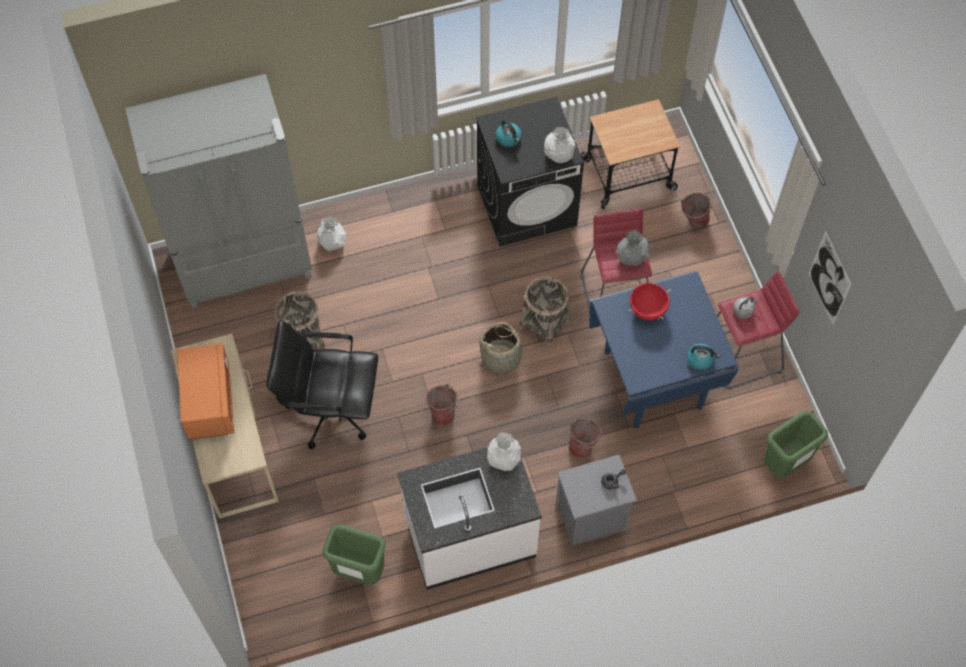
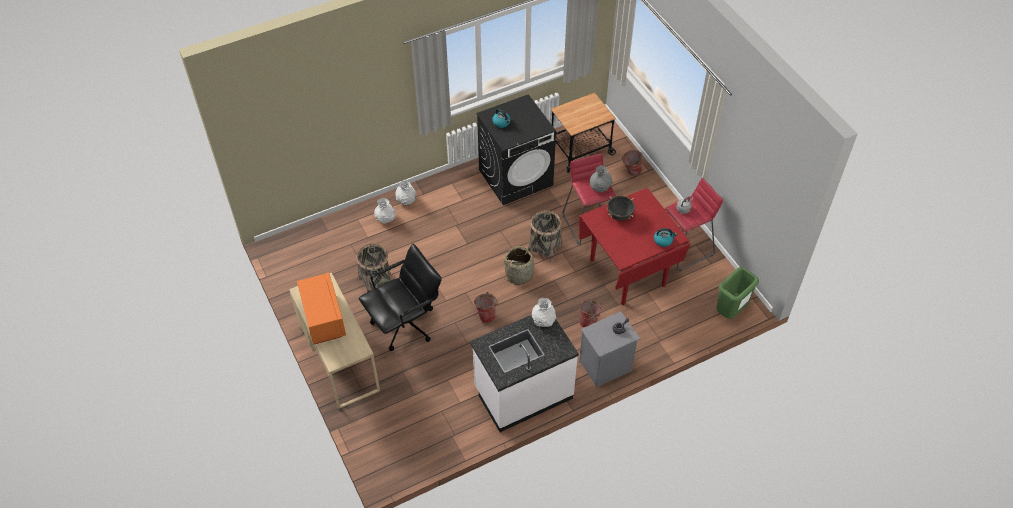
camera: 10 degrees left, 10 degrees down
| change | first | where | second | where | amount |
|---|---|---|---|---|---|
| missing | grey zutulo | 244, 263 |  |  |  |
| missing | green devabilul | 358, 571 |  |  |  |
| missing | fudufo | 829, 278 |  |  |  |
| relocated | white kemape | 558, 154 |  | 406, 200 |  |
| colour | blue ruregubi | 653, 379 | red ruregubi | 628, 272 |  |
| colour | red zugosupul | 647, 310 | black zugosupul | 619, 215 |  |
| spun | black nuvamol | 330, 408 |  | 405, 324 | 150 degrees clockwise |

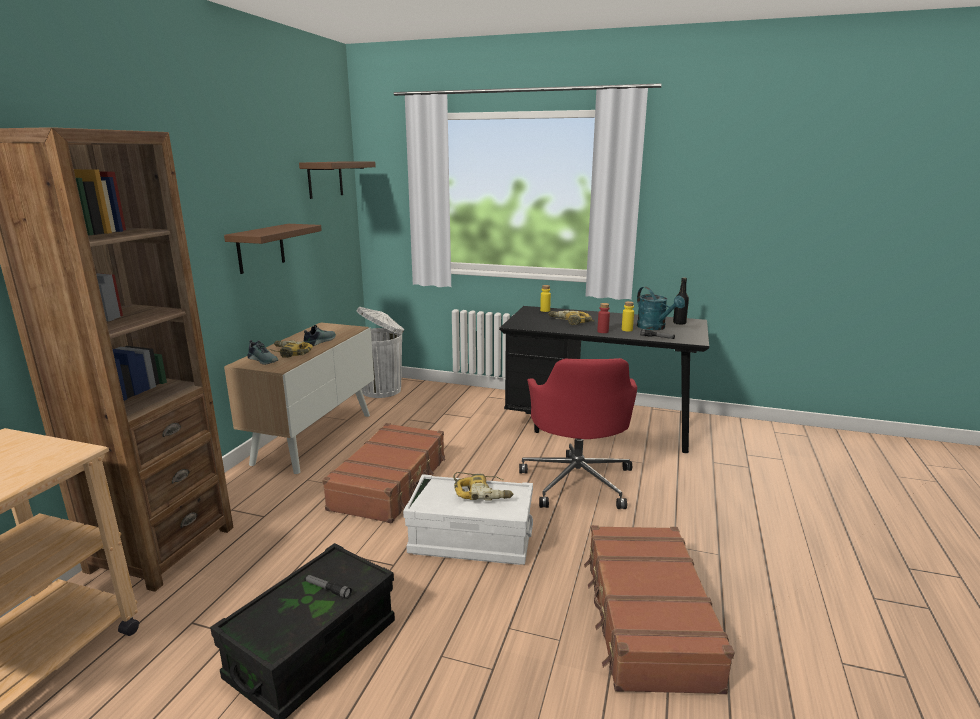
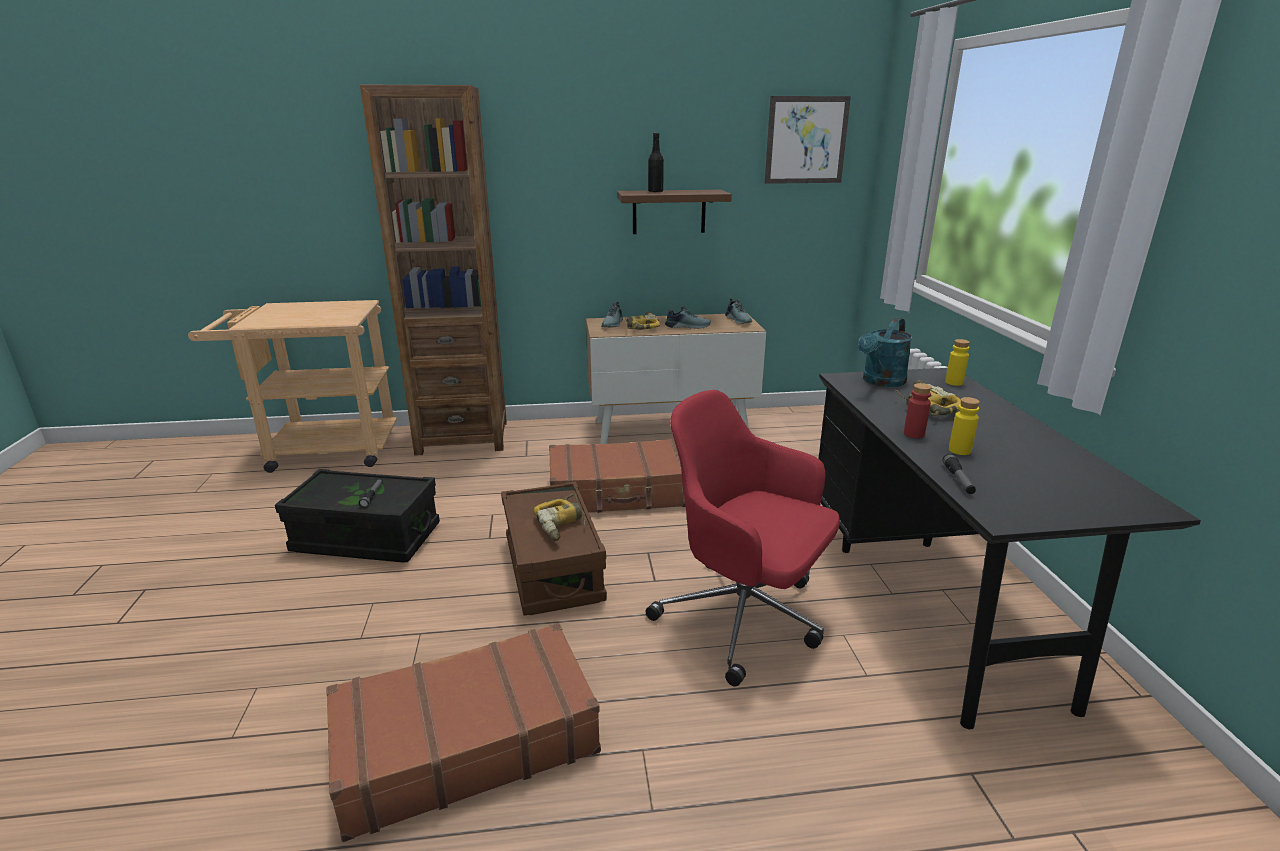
camera: 65 degrees right, 5 degrees up
| change | first | where | second | where | amount |
|---|---|---|---|---|---|
| missing | white devabilul | 383, 390 |  |  |  |
| appeared |  |  | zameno | 739, 320 |  |
| relocated | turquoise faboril | 655, 328 |  | 881, 382 |  |
| relocated | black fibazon | 679, 323 |  | 655, 191 |  |
| exchanged | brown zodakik | 325, 179 | fudufo | 806, 140 |  |
| colour | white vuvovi | 471, 540 | brown vuvovi | 553, 569 |  |
| spun | red nuvamol | 577, 481 |  | 744, 617 | 60 degrees clockwise |

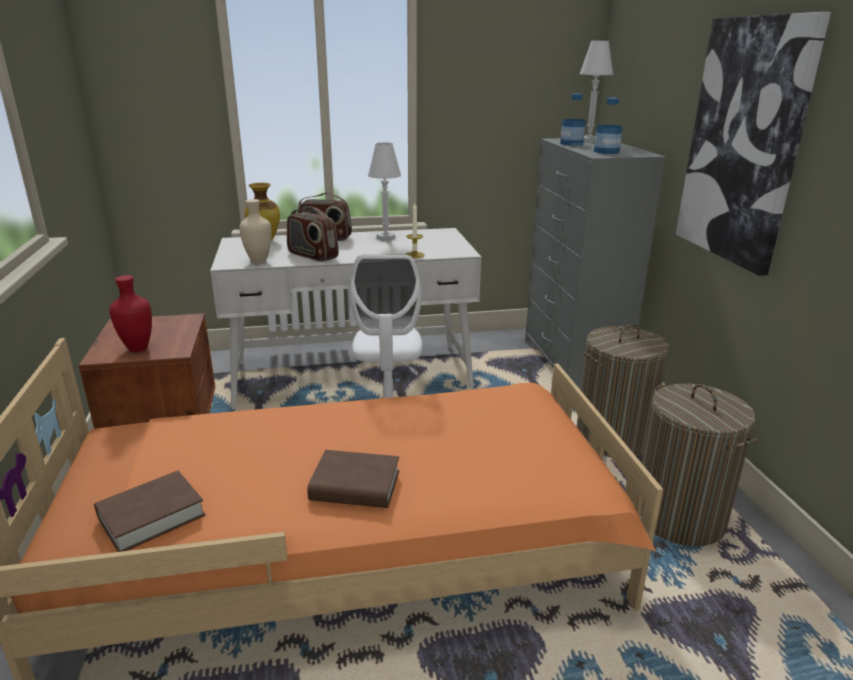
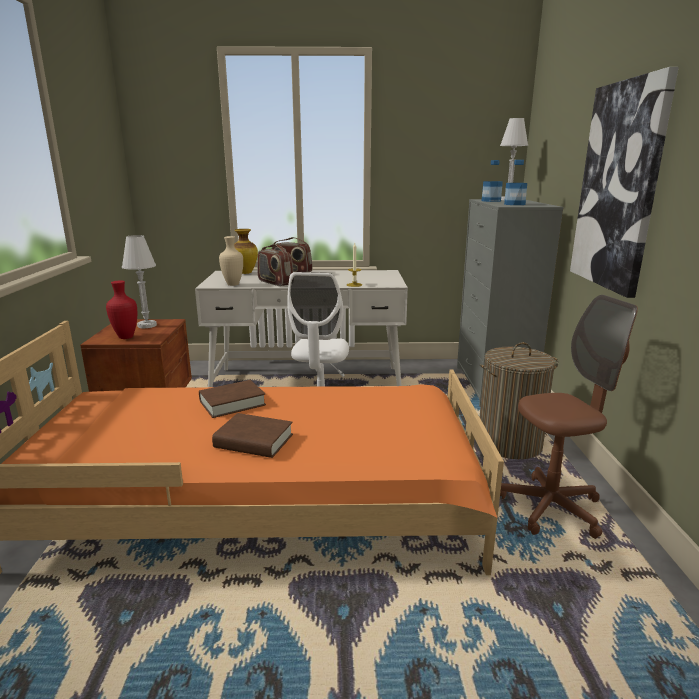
camera: 10 degrees right, 5 degrees down
| change | first | where | second | where | amount |
|---|---|---|---|---|---|
| relocated | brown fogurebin | 151, 516 |  | 232, 403 |  |
| relocated | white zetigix | 385, 237 |  | 147, 325 |  |
| exchanged | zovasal | 679, 517 | brown nuvamol | 551, 508 |  |

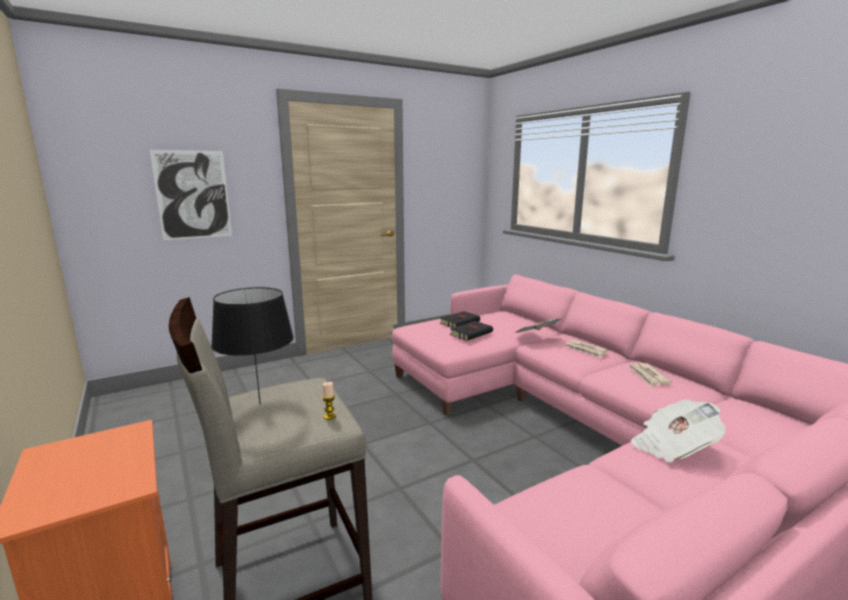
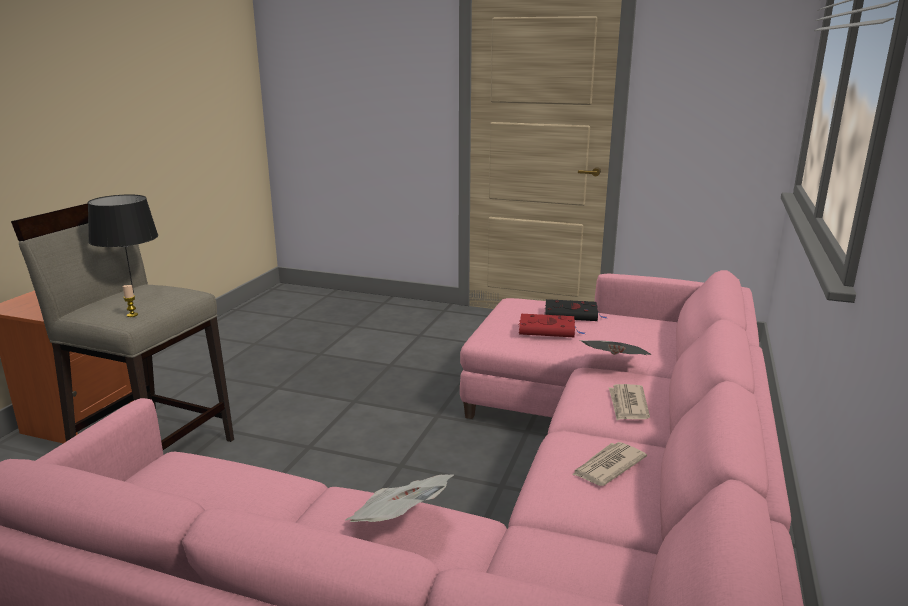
camera: 50 degrees right, 5 degrees up
| change | first | where | second | where | amount |
|---|---|---|---|---|---|
| missing | fudufo | 193, 195 |  |  |  |
| colour | black fogurebin | 472, 333 | red fogurebin | 548, 330 |  |

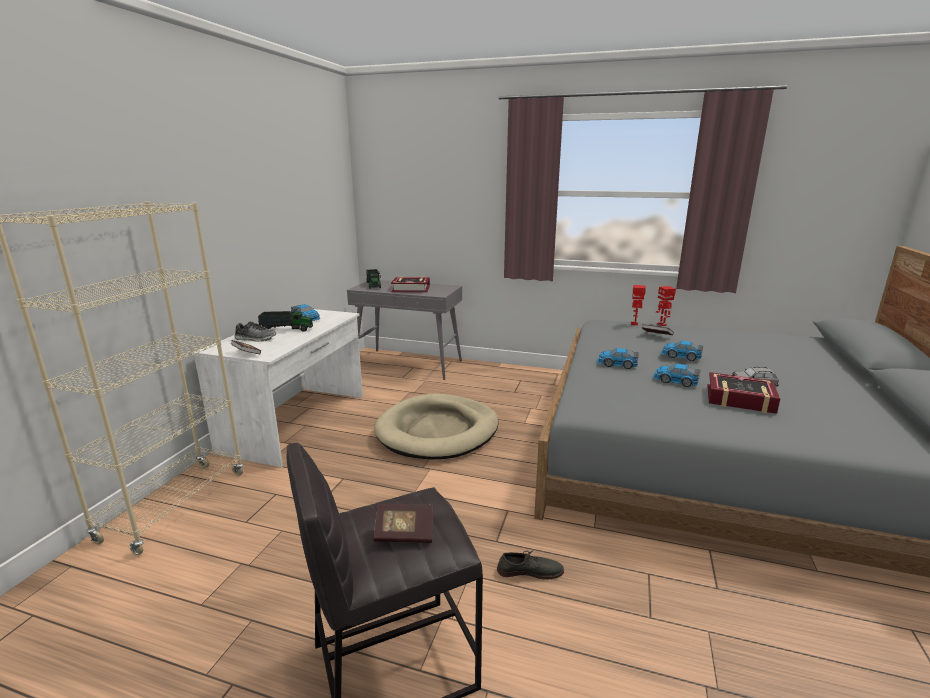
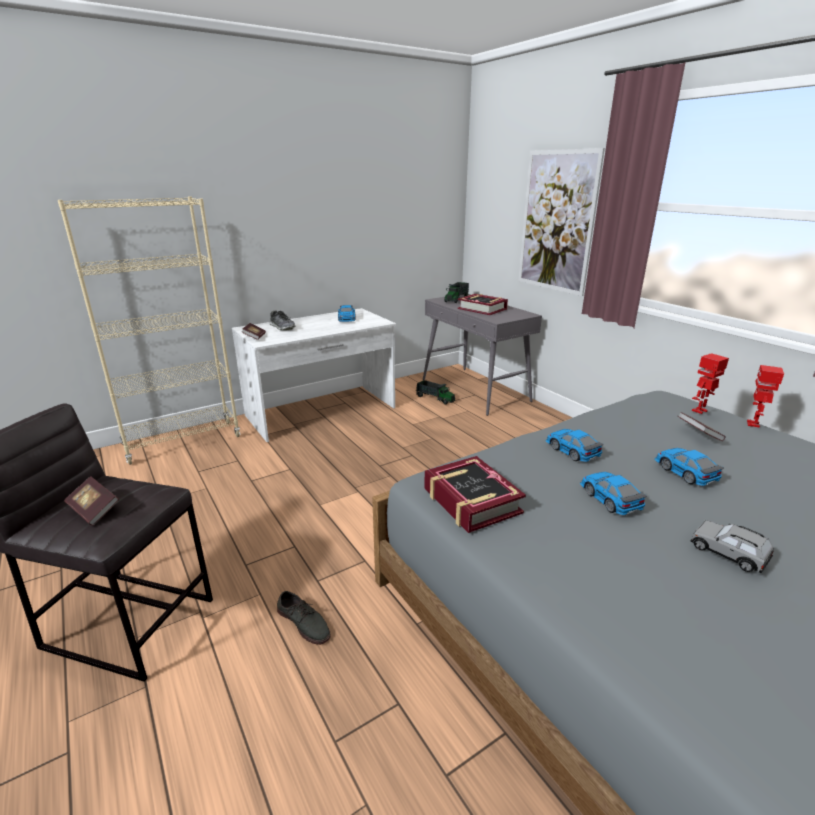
camera: 40 degrees right, 5 degrees up
| change | first | where | second | where | amount |
|---|---|---|---|---|---|
| missing | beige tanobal | 438, 431 |  |  |  |
| appeared |  |  | fudufo | 557, 222 |  |
| relocated | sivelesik | 286, 329 |  | 435, 398 |  |
| relocated | fogurebin | 740, 399 |  | 471, 501 |  |

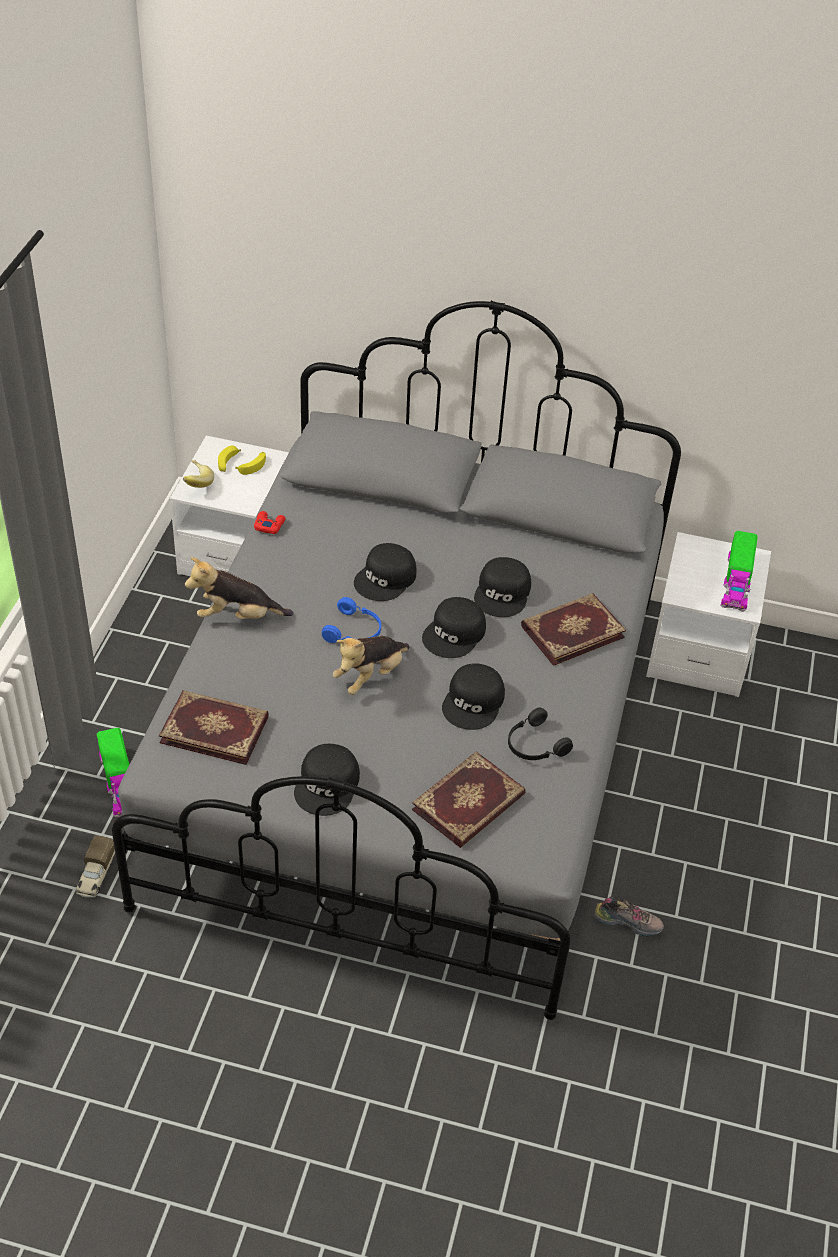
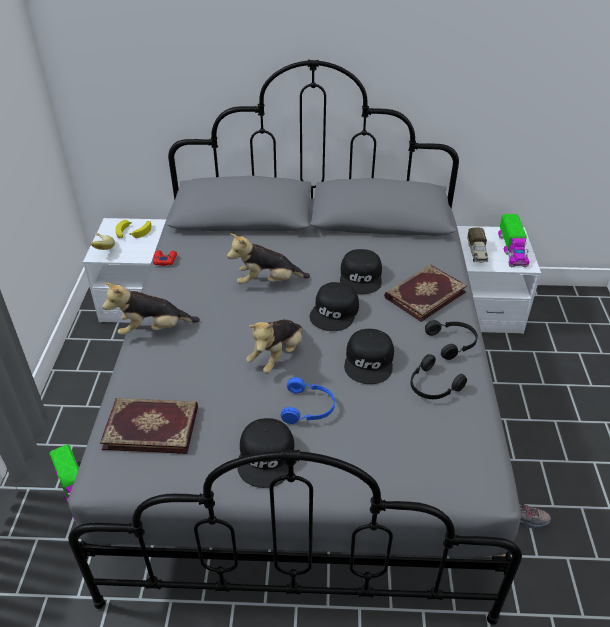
camera: 10 degrees left, 5 degrees down
| change | first | where | second | where | amount |
|---|---|---|---|---|---|
| missing | fogurebin | 469, 803 |  |  |  |
| appeared |  |  | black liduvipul | 453, 343 |  |
| relocated | sivelesik | 96, 875 |  | 477, 253 |  |
| relocated | blue liduvipul | 354, 631 |  | 309, 408 |  |
| exchanged | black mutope | 386, 579 | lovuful | 267, 282 |  |

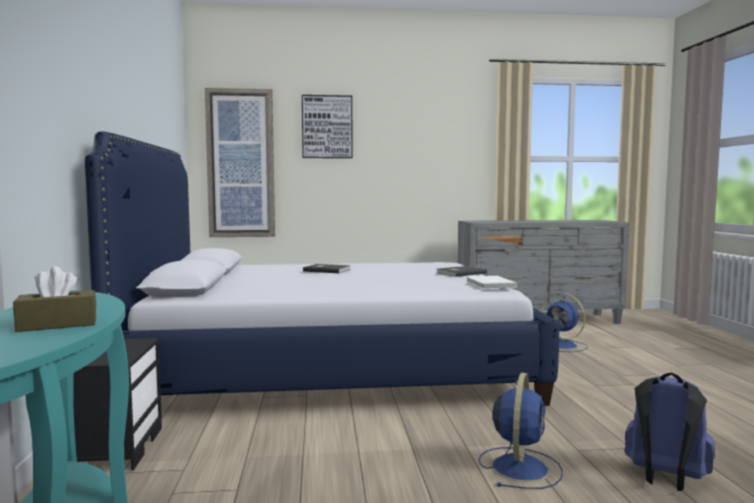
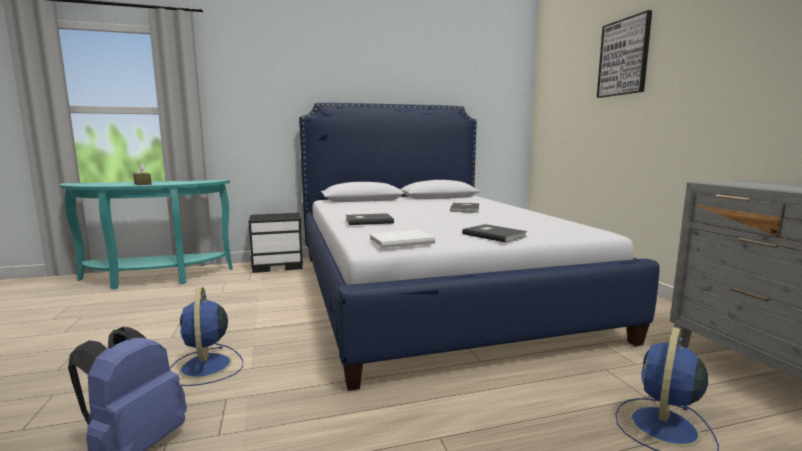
camera: 80 degrees right, 5 degrees up
| change | first | where | second | where | amount |
|---|---|---|---|---|---|
| missing | fudufo | 241, 164 |  |  |  |
| appeared |  |  | grey fogurebin | 368, 221 |  |
| spun | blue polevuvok | 520, 467 |  | 206, 367 | 60 degrees clockwise |

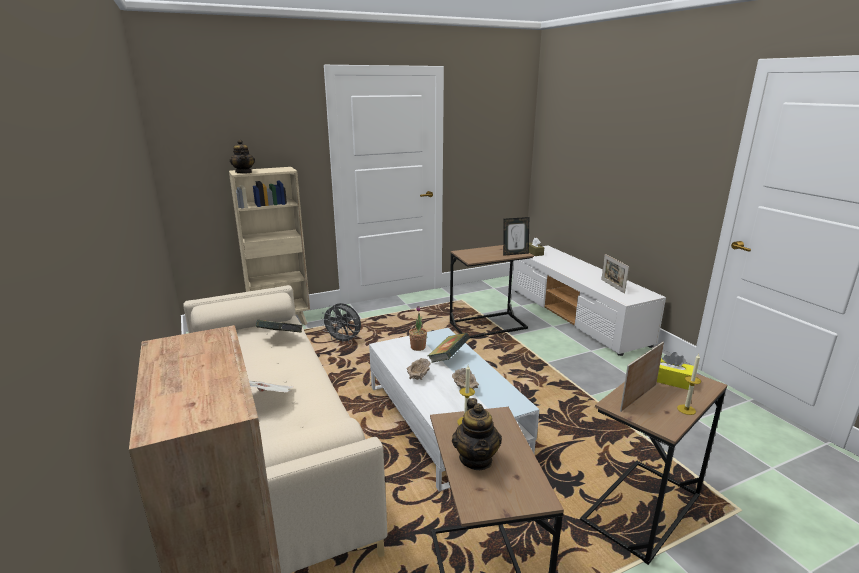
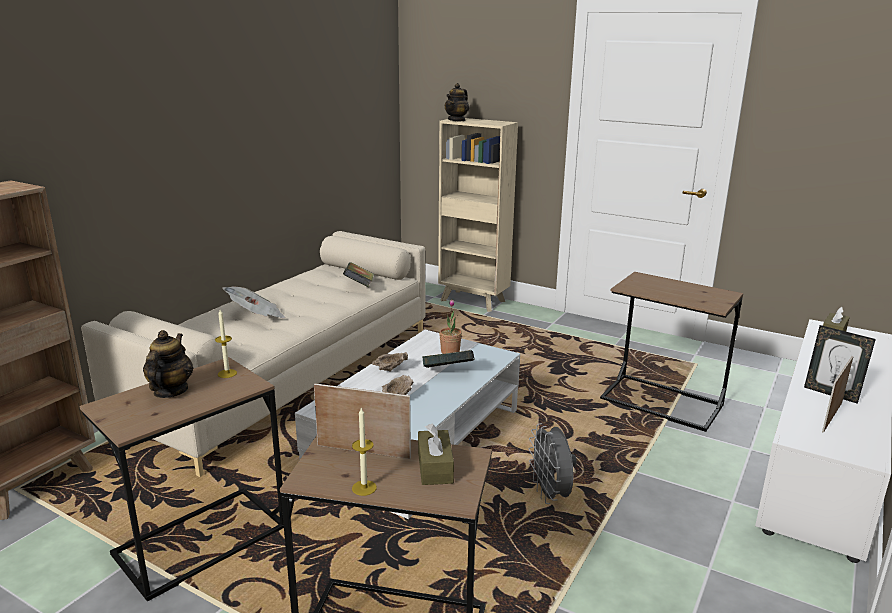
camera: 55 degrees right, 0 degrees up
| change | first | where | second | where | amount |
|---|---|---|---|---|---|
| relocated | grey polevuvok | 343, 341 |  | 550, 495 |  |
| relocated | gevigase | 515, 253 |  | 831, 393 |  |
| colour | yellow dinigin | 669, 380 | brown dinigin | 435, 467 |  |
| spun | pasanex | 476, 459 |  | 170, 391 | 135 degrees clockwise |

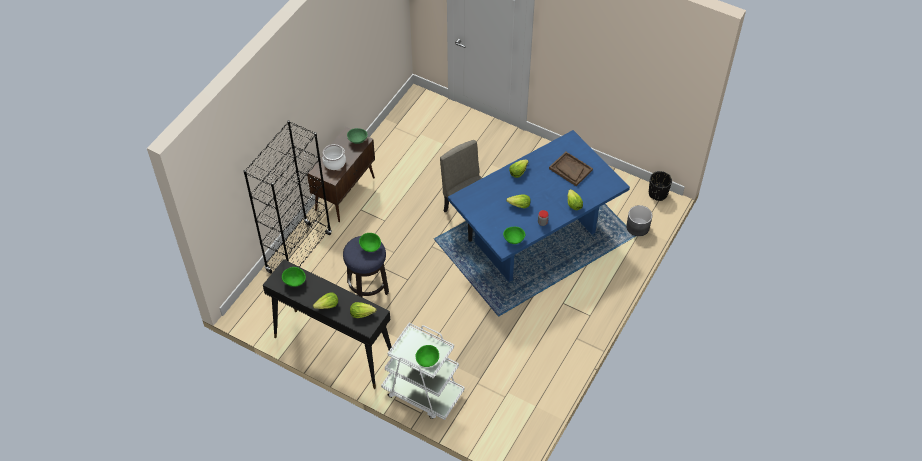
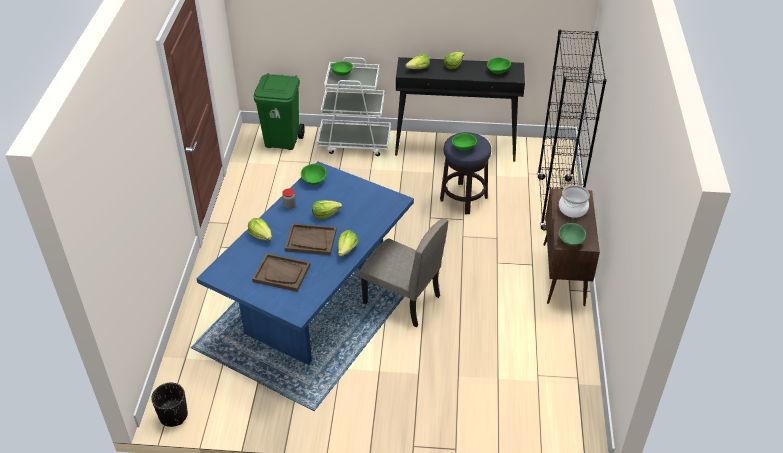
camera: 155 degrees right, 10 degrees down
| change | first | where | second | where | amount |
|---|---|---|---|---|---|
| missing | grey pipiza | 638, 227 |  |  |  |
| appeared |  |  | green devabilul | 283, 141 |  |
| appeared |  |  | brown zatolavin | 310, 240 |  |

